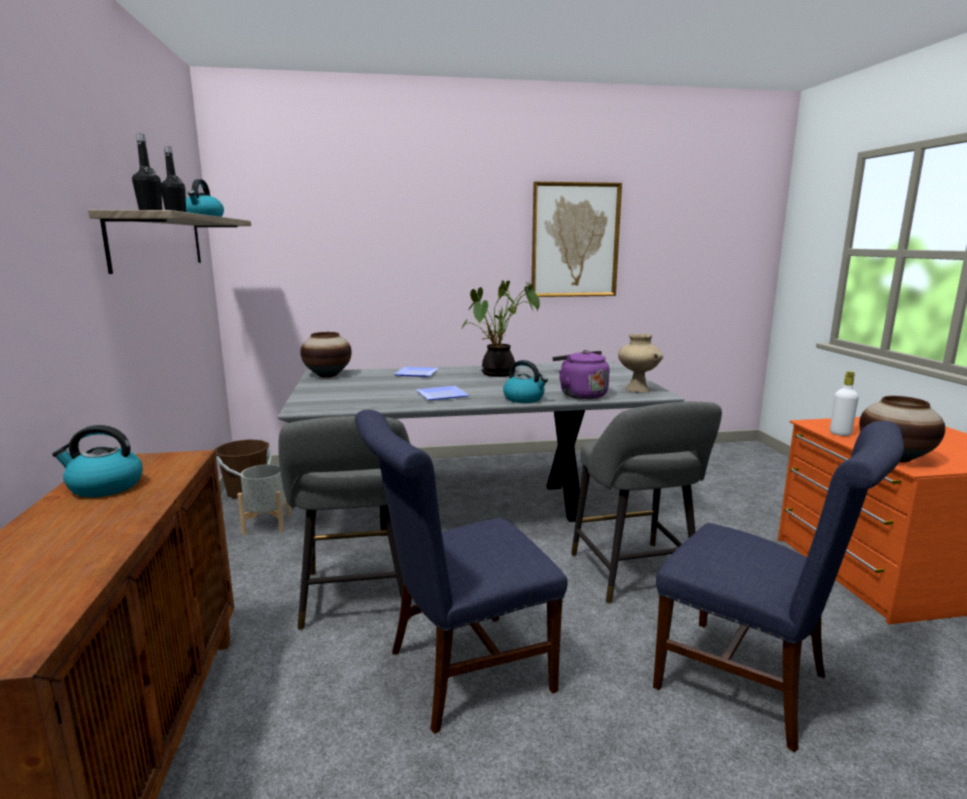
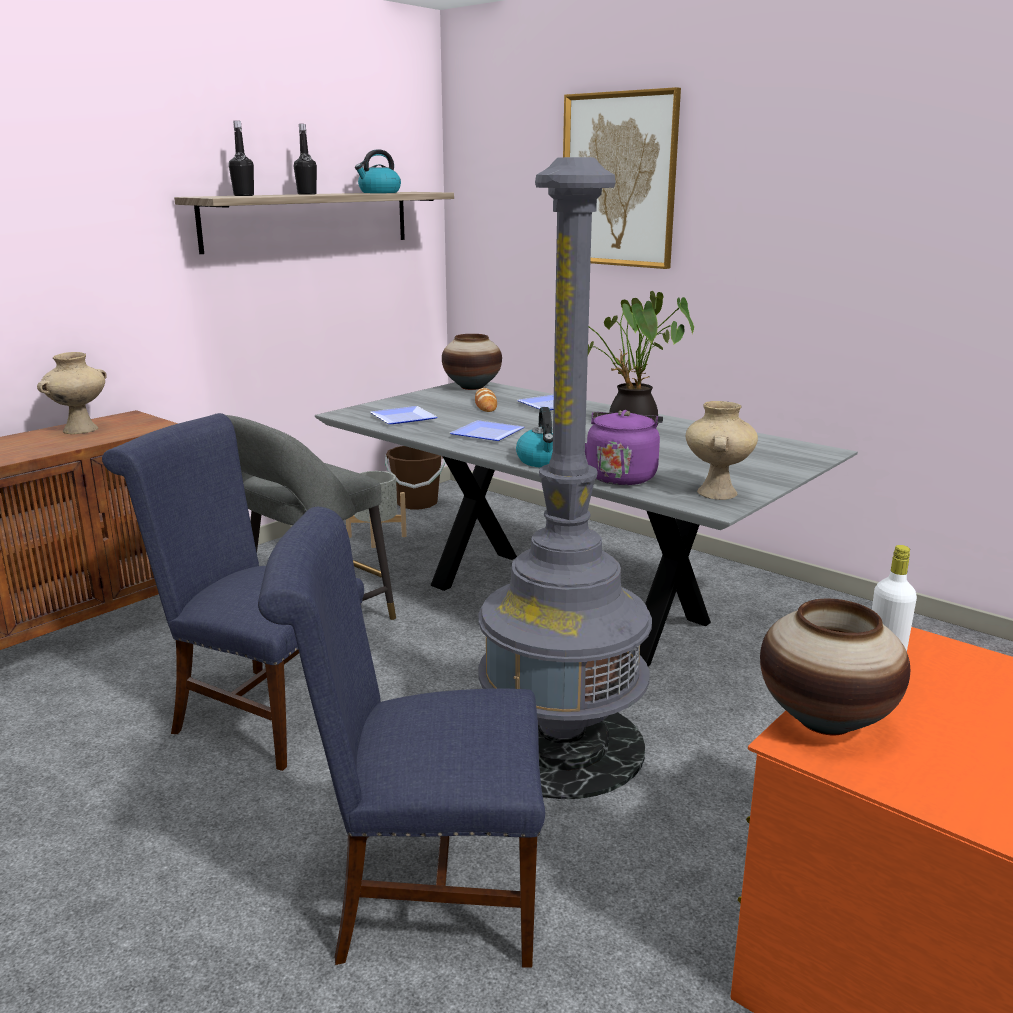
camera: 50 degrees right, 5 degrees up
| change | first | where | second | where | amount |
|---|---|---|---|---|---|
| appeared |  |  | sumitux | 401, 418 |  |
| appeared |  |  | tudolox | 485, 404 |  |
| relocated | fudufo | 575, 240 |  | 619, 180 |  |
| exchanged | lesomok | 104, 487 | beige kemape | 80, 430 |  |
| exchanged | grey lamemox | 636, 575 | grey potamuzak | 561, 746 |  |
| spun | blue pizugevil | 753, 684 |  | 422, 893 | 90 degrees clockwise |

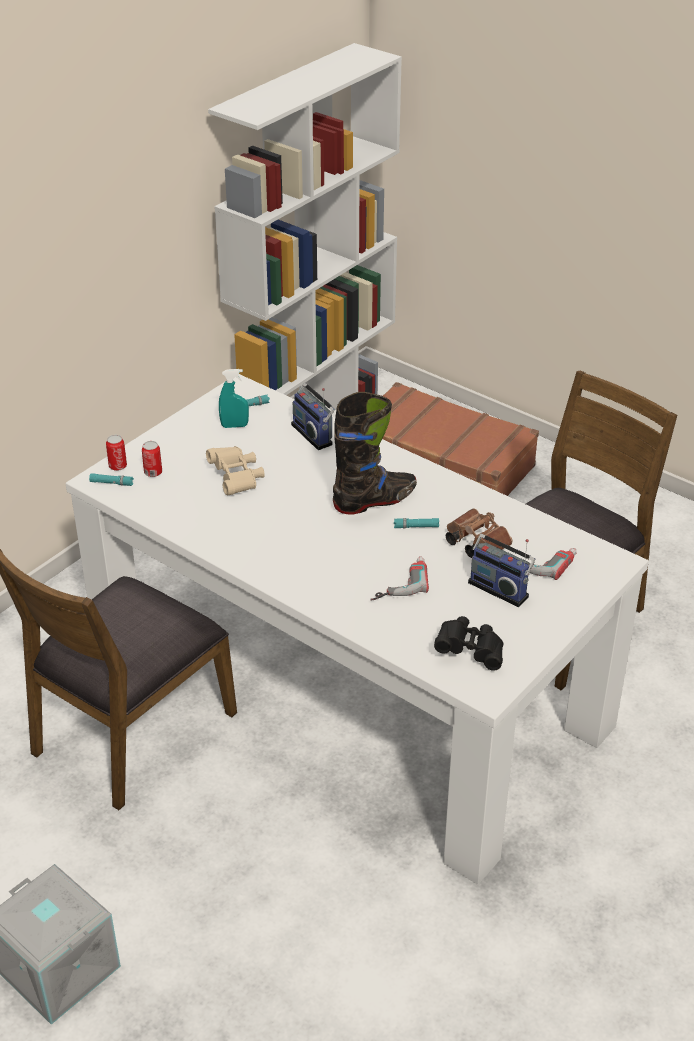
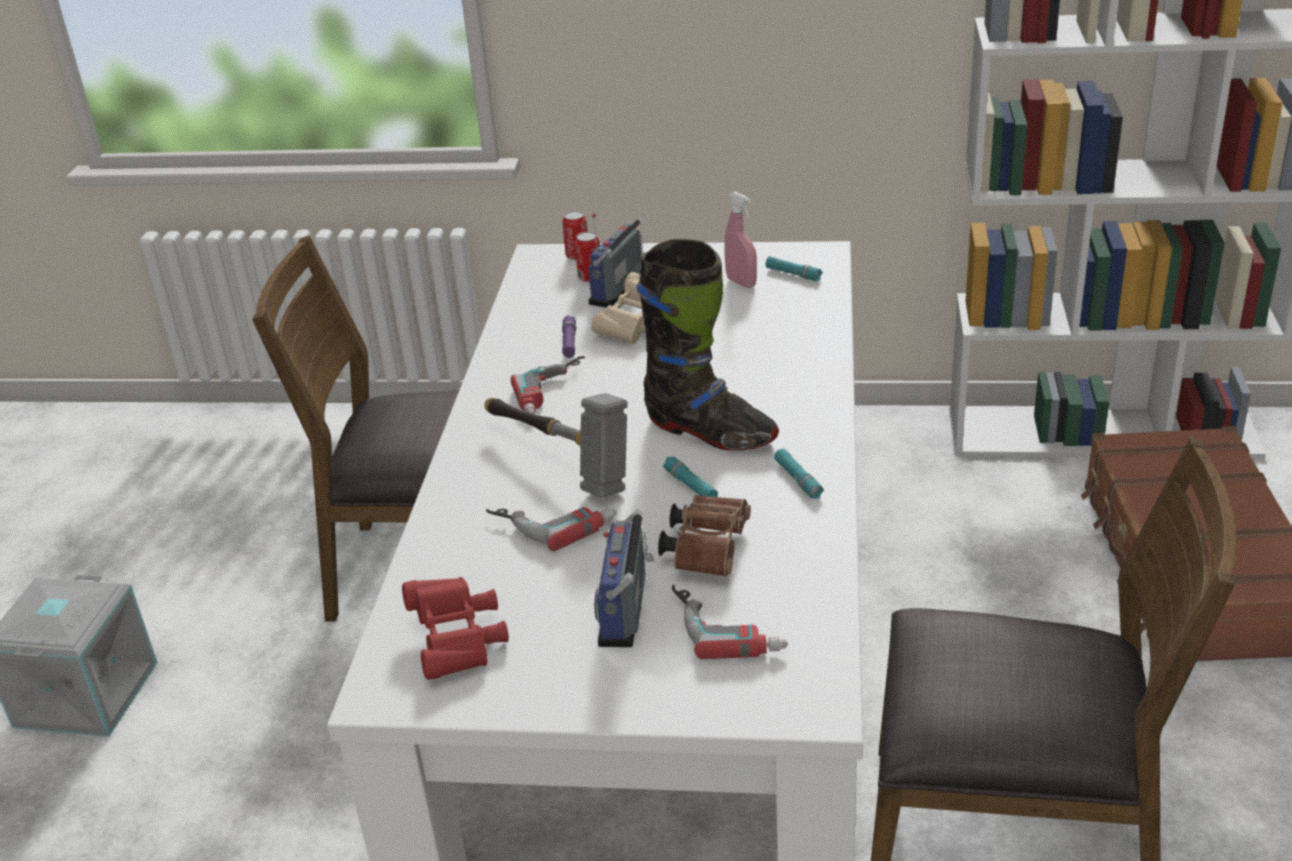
camera: 60 degrees right, 5 degrees down
| change | first | where | second | where | amount |
|---|---|---|---|---|---|
| appeared |  |  | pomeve | 559, 462 |  |
| appeared |  |  | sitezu | 556, 392 |  |
| appeared |  |  | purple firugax | 569, 342 |  |
| relocated | turquoise firugax | 111, 483 |  | 798, 479 |  |
| relocated | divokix | 314, 434 |  | 620, 290 |  |
| colour | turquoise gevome | 234, 426 | pink gevome | 741, 282 |  |
| colour | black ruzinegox | 470, 651 | red ruzinegox | 458, 641 |  |

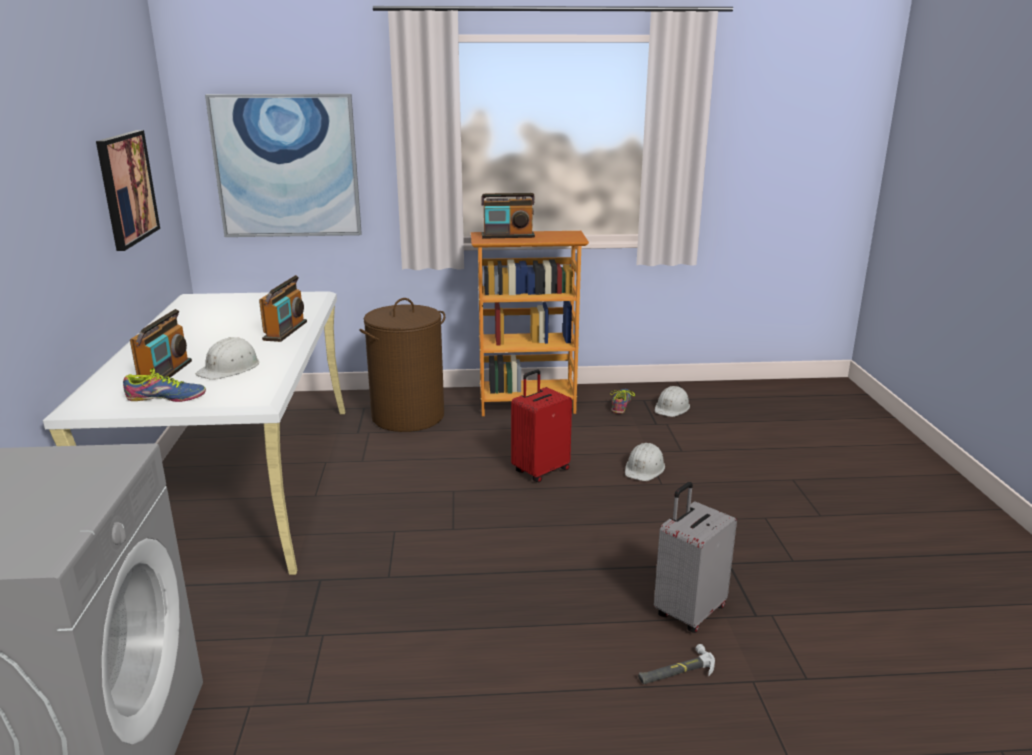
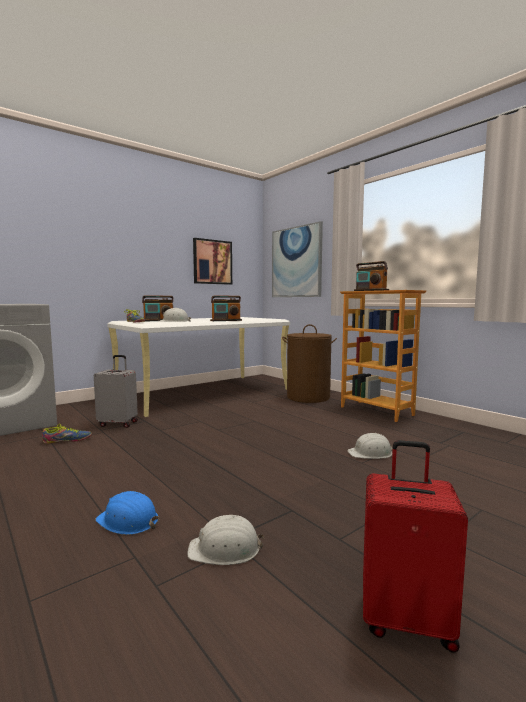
camera: 55 degrees right, 15 degrees down
| change | first | where | second | where | amount |
|---|---|---|---|---|---|
| relocated | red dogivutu | 540, 470 |  | 406, 619 |  |
| relocated | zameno | 620, 404 |  | 67, 440 |  |
| relocated | grey dogivutu | 688, 611 |  | 118, 423 |  |
| relocated | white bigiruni | 672, 408 |  | 225, 549 |  |
| exchanged | pomeve | 676, 671 | blue bigiruni | 128, 521 |  |

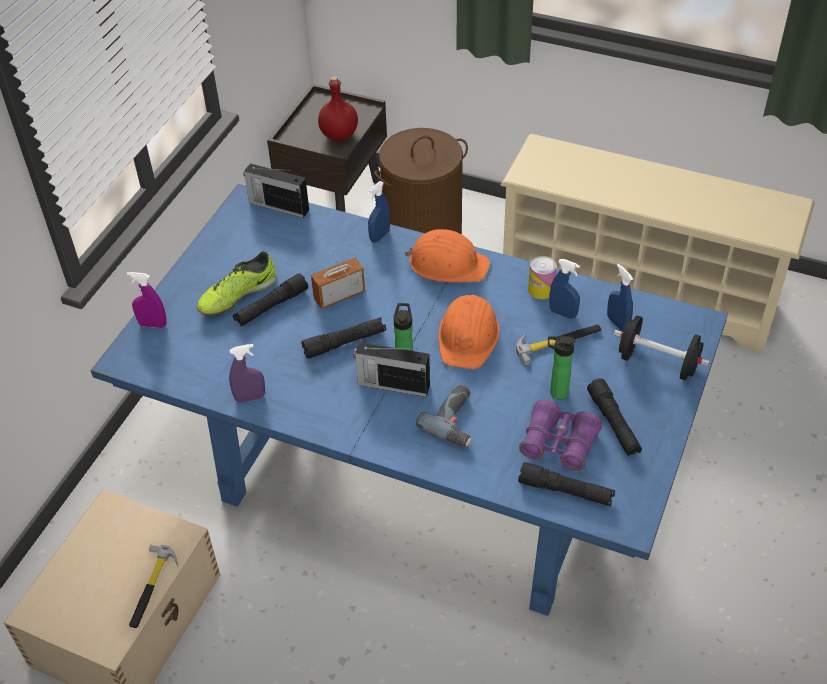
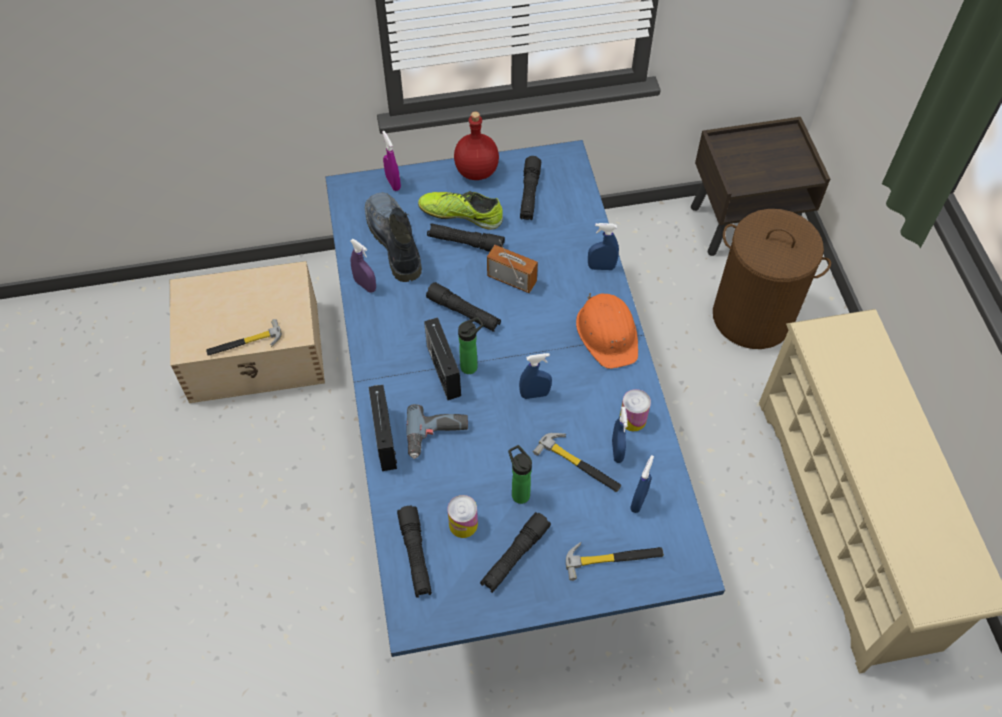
camera: 55 degrees right, 10 degrees up
| change | first | where | second | where | amount |
|---|---|---|---|---|---|
| appeared |  |  | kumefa | 393, 240 |  |
| appeared |  |  | black firugax | 529, 194 |  |
| relocated | divokix | 278, 206 |  | 385, 437 |  |
| relocated | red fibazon | 338, 134 |  | 477, 170 |  |
| exchanged | orange bigiruni | 468, 337 | blue gevome | 535, 394 |  |
| exchanged | purple ruzinegox | 559, 444 | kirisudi | 463, 524 |  |
| exchanged | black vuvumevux | 657, 363 | pomeve | 613, 558 |  |

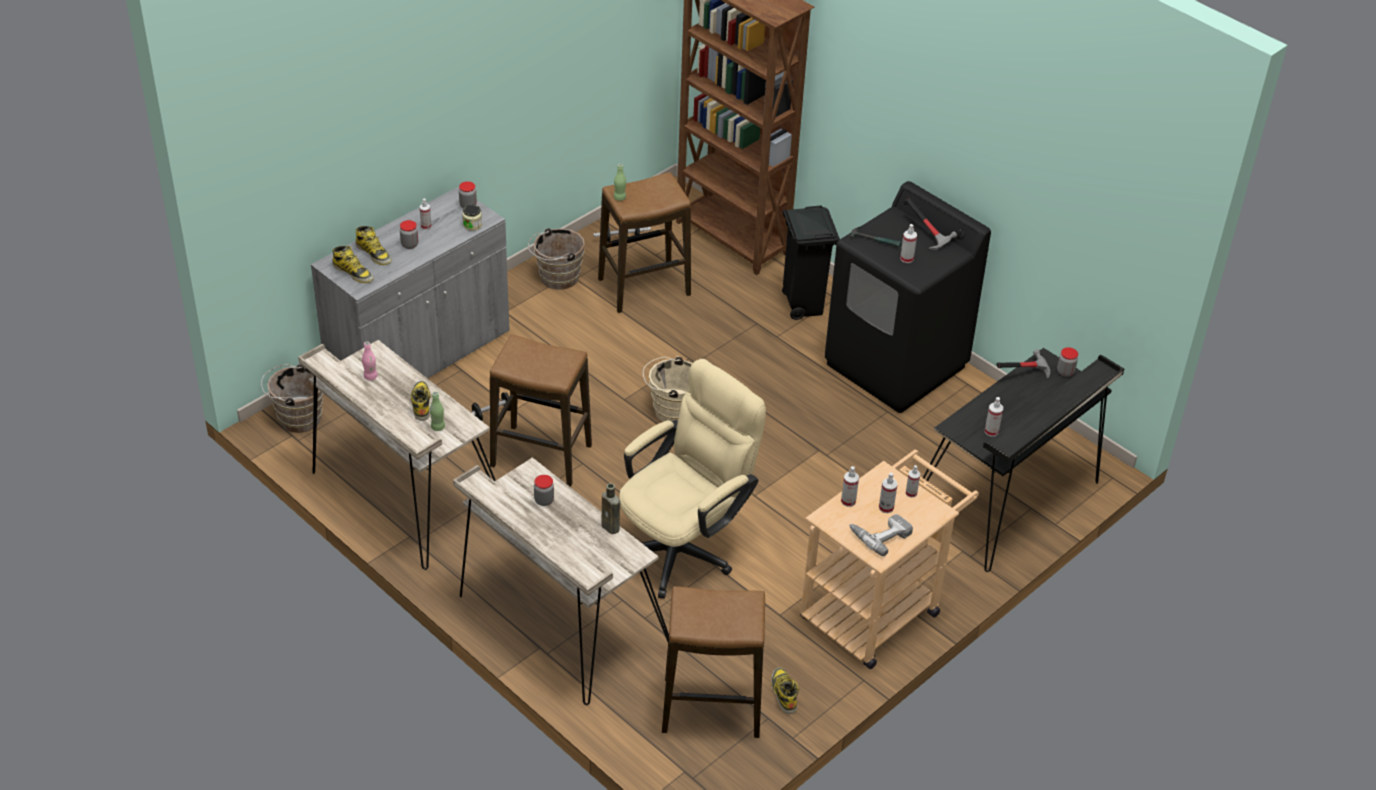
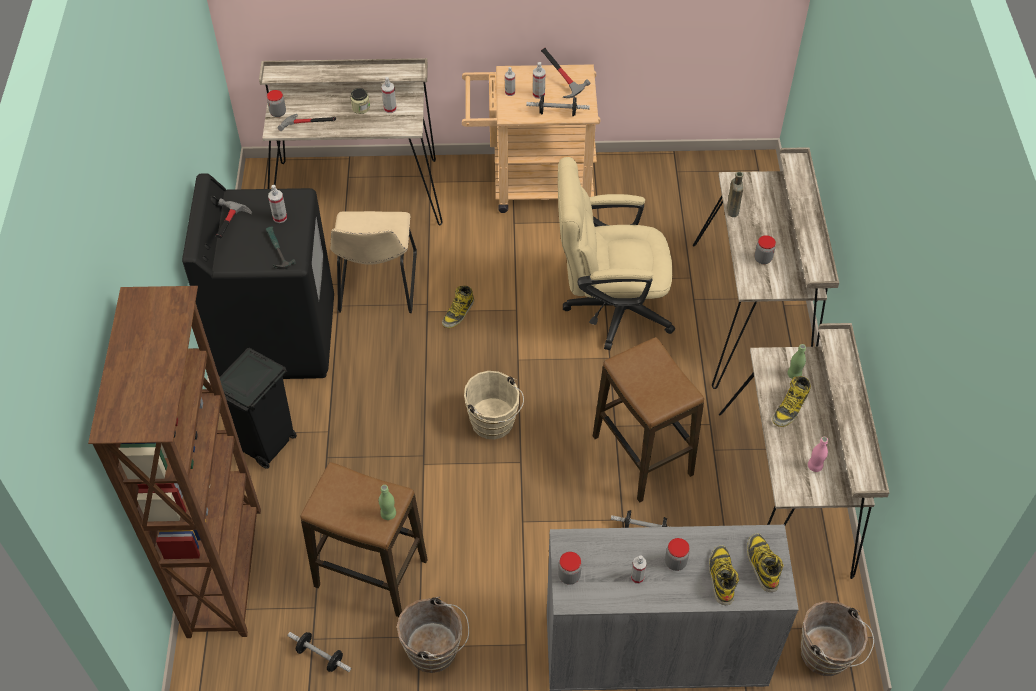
camera: 135 degrees left, 10 degrees up
| change | first | where | second | where | amount |
|---|---|---|---|---|---|
| missing | lamemox | 711, 708 |  |  |  |
| appeared |  |  | beige pizugevil | 377, 285 |  |
| relocated | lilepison | 472, 225 |  | 361, 108 |  |
| relocated | kumefa | 783, 692 |  | 458, 313 |  |
| exchanged | gevome | 848, 501 | vuvumevux | 557, 112 |  |
| exchanged | sitezu | 880, 534 | pomeve | 565, 82 |  |
| colour | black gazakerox | 1006, 502 | beige gazakerox | 357, 191 |  |

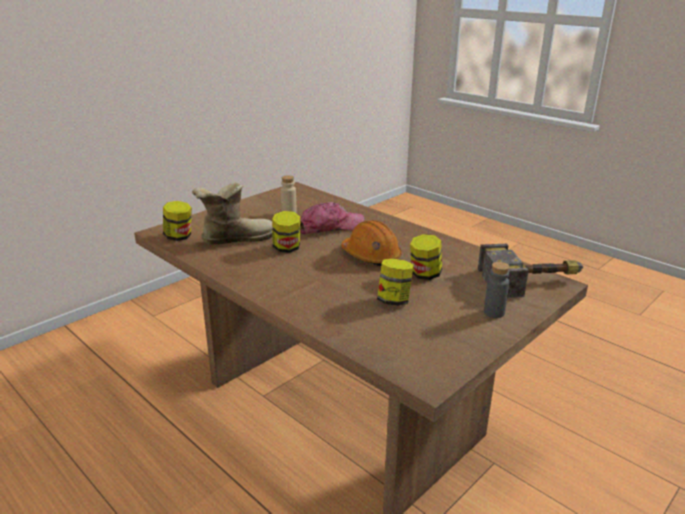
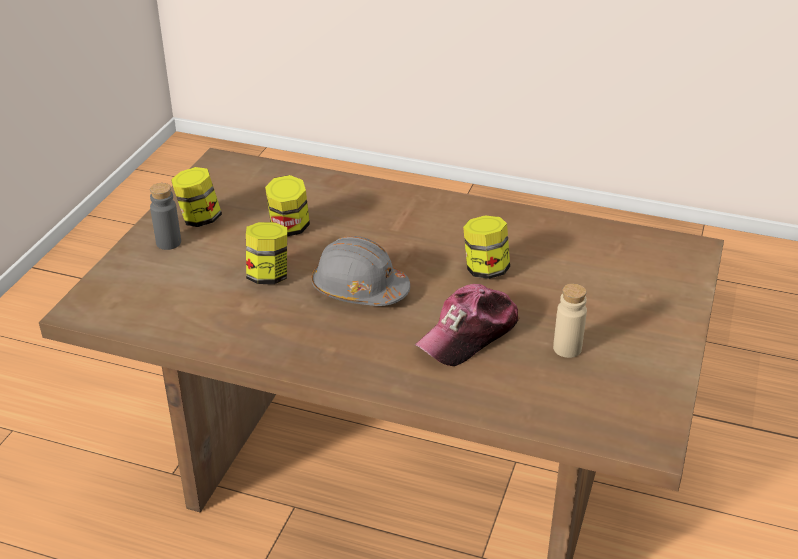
camera: 155 degrees right, 10 degrees up
| change | first | where | second | where | amount |
|---|---|---|---|---|---|
| missing | kumefa | 236, 239 |  |  |  |
| missing | pomeve | 533, 281 |  |  |  |
| relocated | lilepison | 179, 237 |  | 199, 219 |  |
| colour | orange bigiruni | 371, 256 | grey bigiruni | 359, 289 |  |

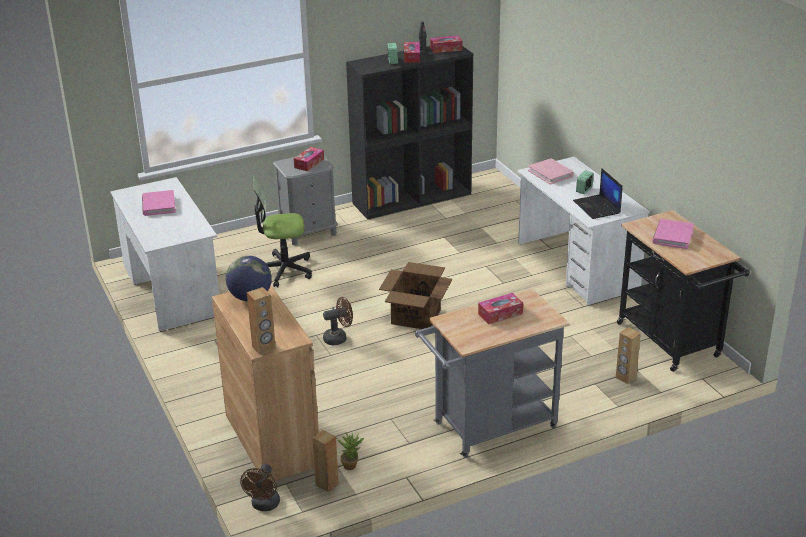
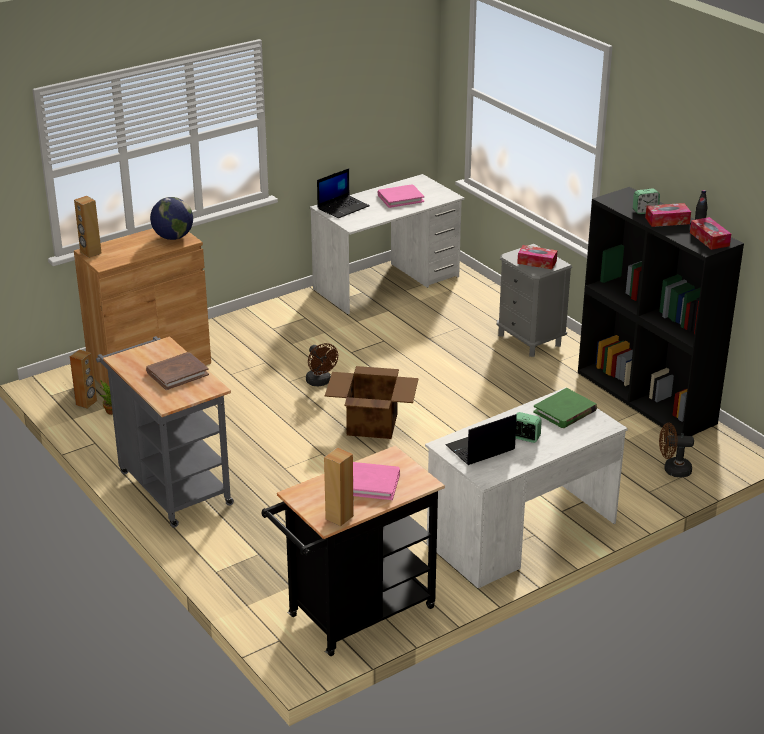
camera: 80 degrees right, 0 degrees up
| change | first | where | second | where | amount |
|---|---|---|---|---|---|
| missing | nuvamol | 283, 270 |  |  |  |
| appeared |  |  | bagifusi | 343, 207 |  |
| relocated | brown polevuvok | 264, 506 |  | 672, 470 |  |
| relocated | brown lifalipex | 625, 378 |  | 339, 517 |  |
| exchanged | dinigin | 500, 314 | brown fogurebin | 177, 373 |  |
| colour | pink fogurebin | 550, 173 | green fogurebin | 565, 411 |  |

